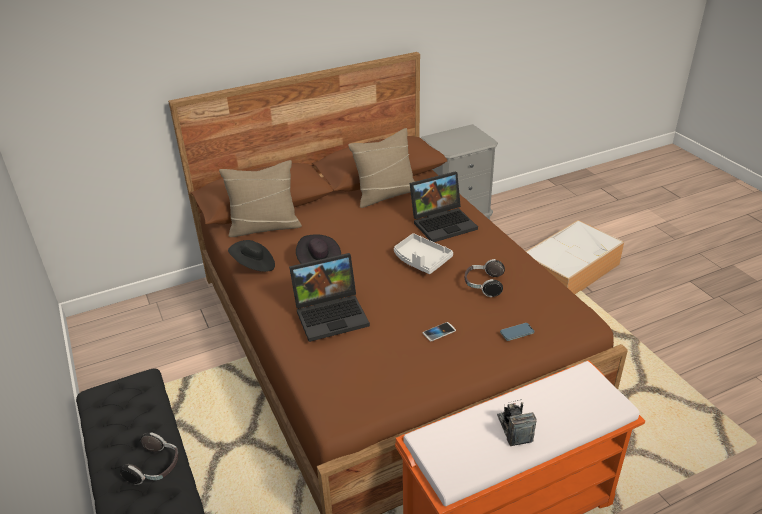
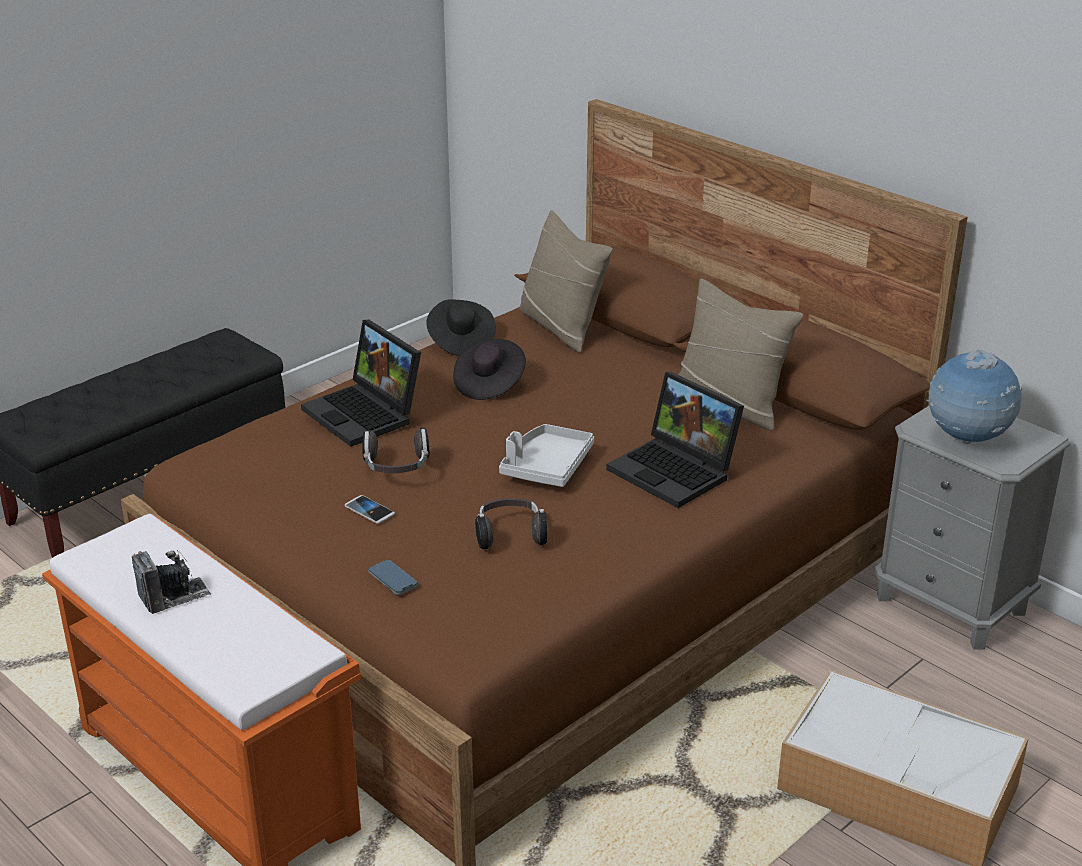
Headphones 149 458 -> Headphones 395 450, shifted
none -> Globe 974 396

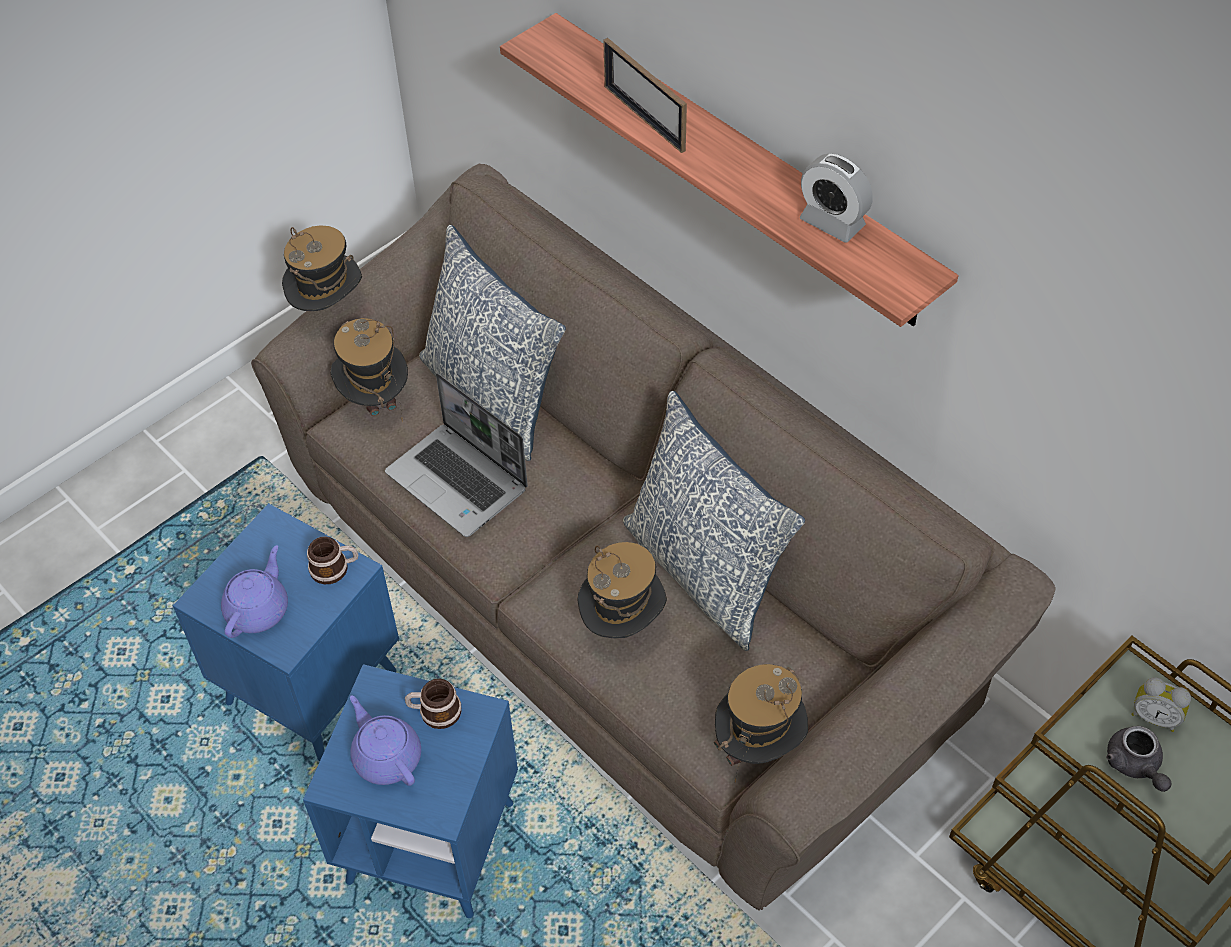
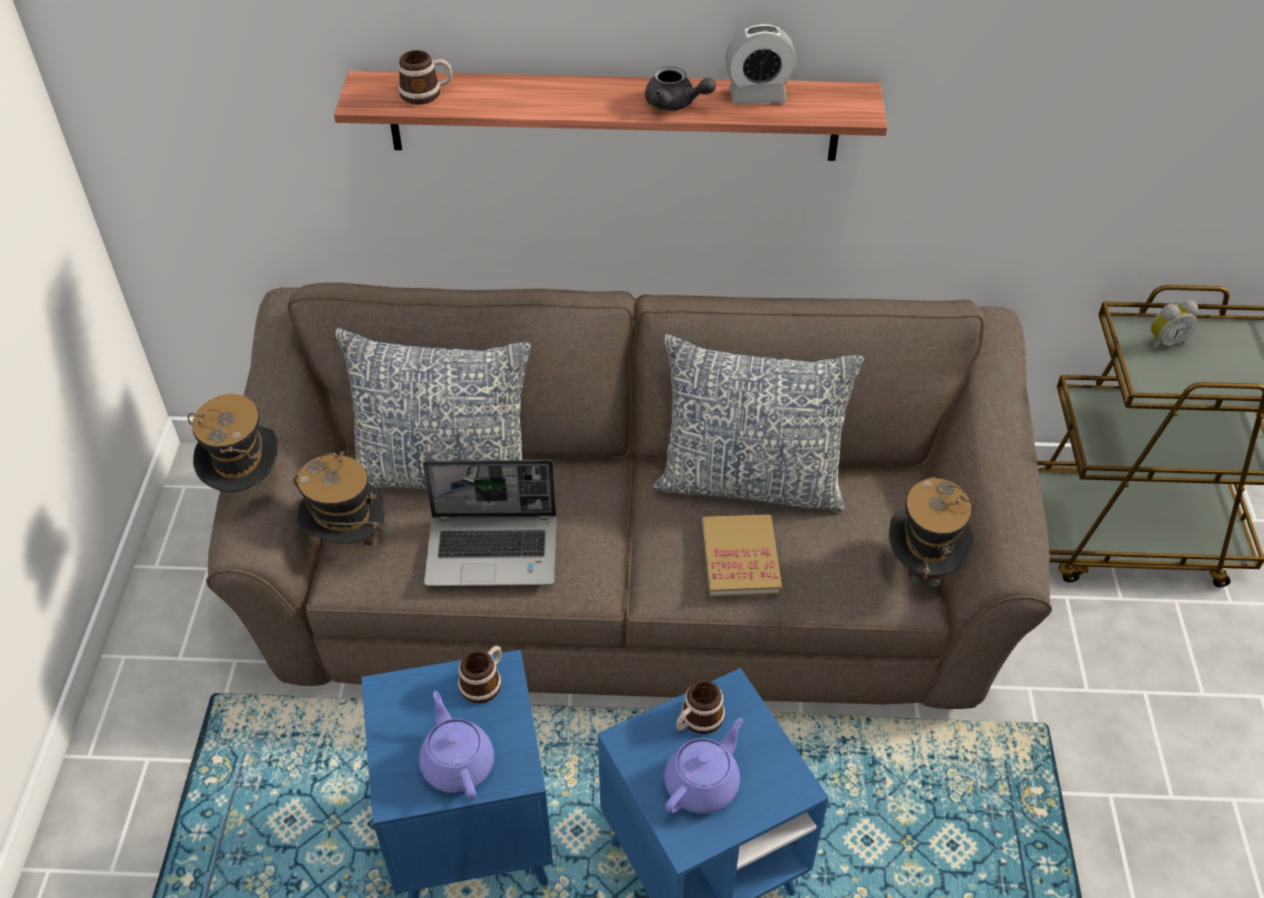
none -> CoffeeMug 425 77
GreyishTeaPot 1139 759 -> GreyishTeaPot 680 88, shifted
PurpleTeaPot 385 740 -> PurpleTeaPot 703 766, 120 degrees clockwise
WearableHat 622 590 -> Volume 742 555
StandingFrame 645 95 -> none

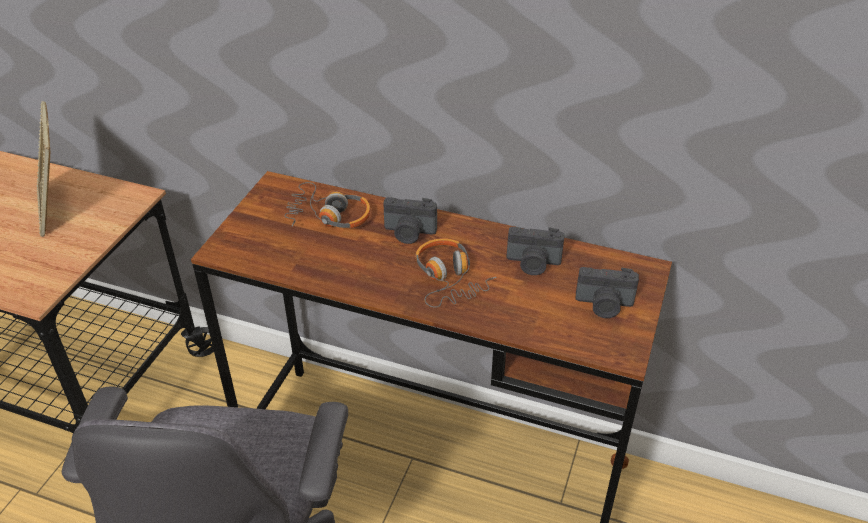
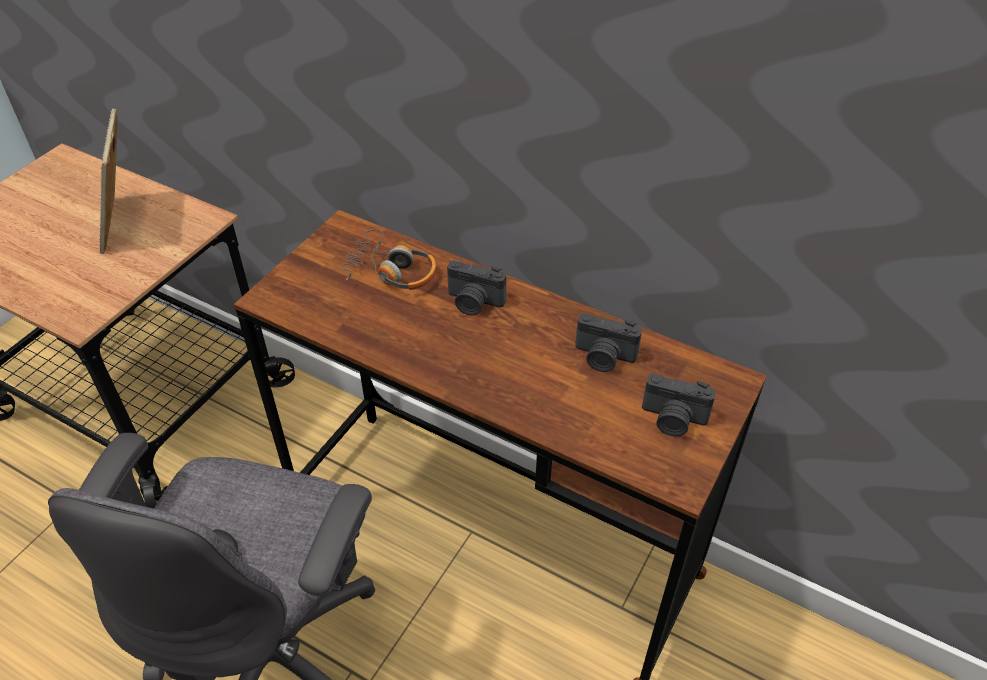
Headphones 456 273 -> none

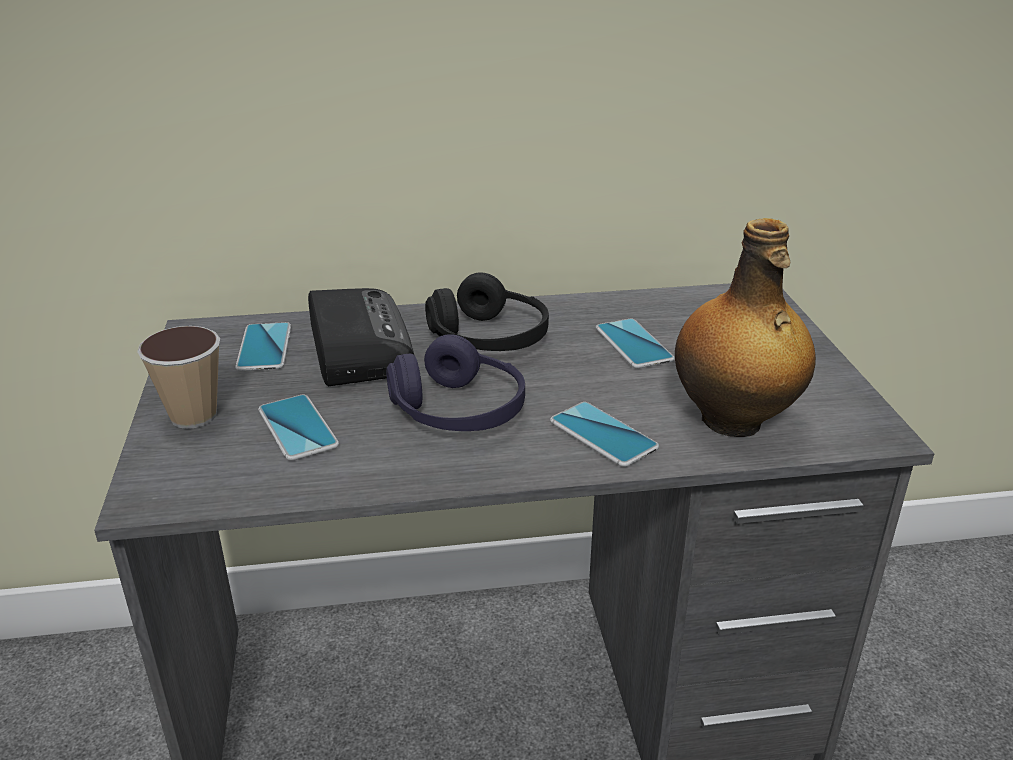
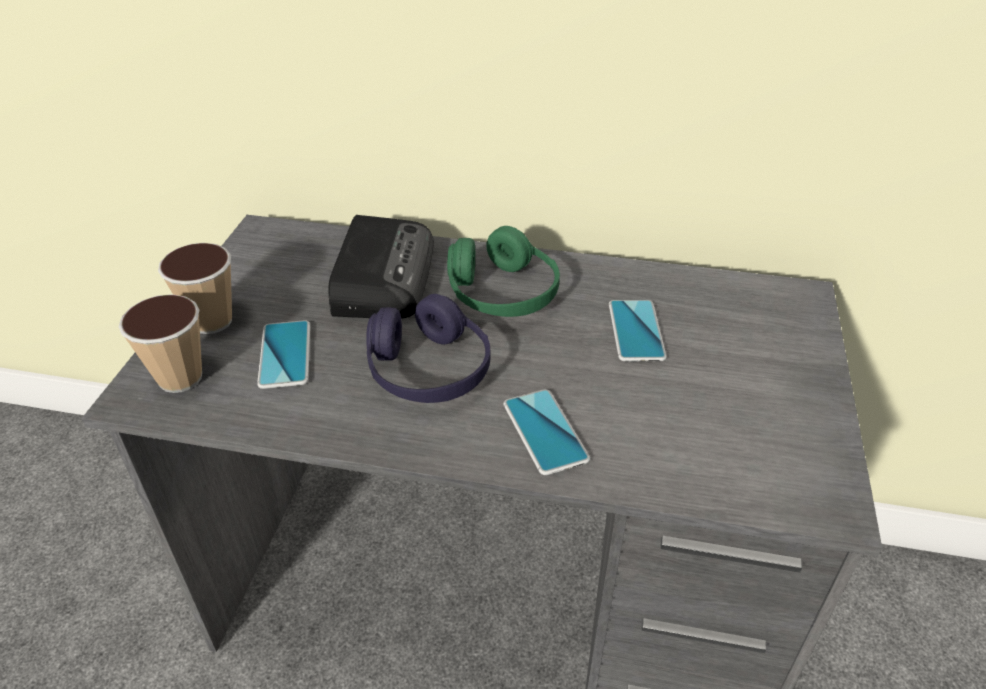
none -> Cup 160 343
BlackColouredHeadphones 487 311 -> GreenColouredHeadphones 503 271
Handset 263 346 -> none
Bottle 745 327 -> none

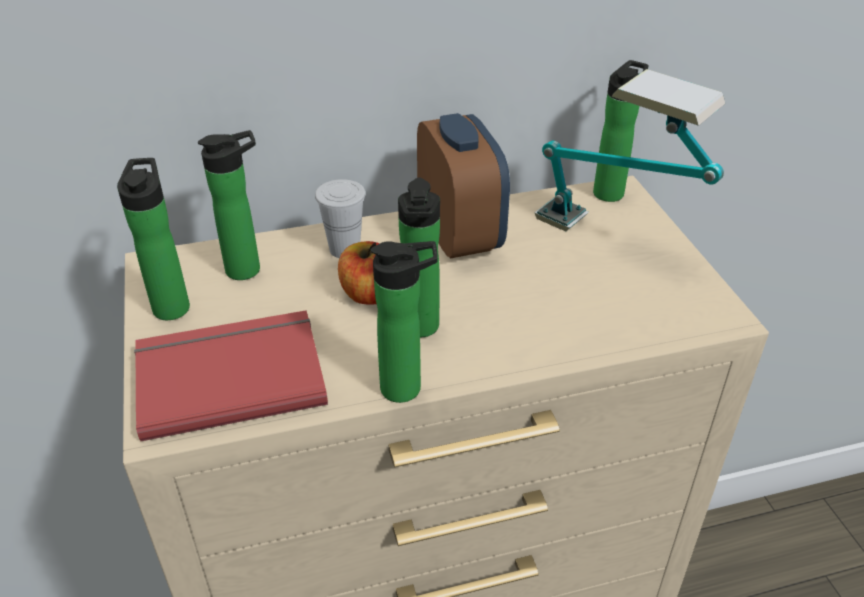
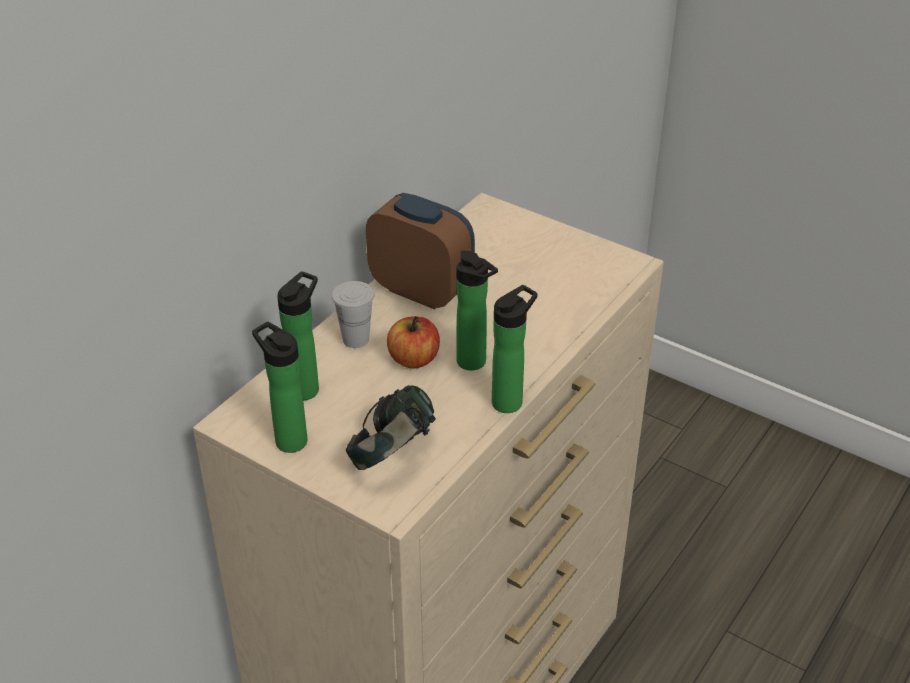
RedVolume 231 375 -> Headphones 391 427
TabletopLamp 630 150 -> none
Bottle 621 131 -> none

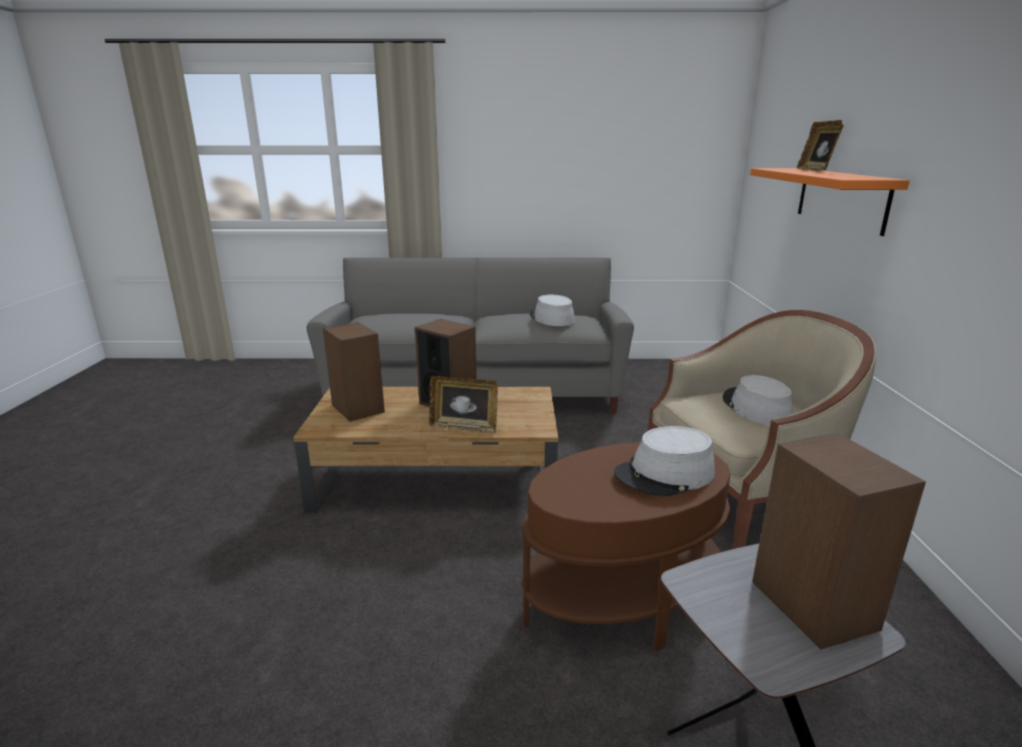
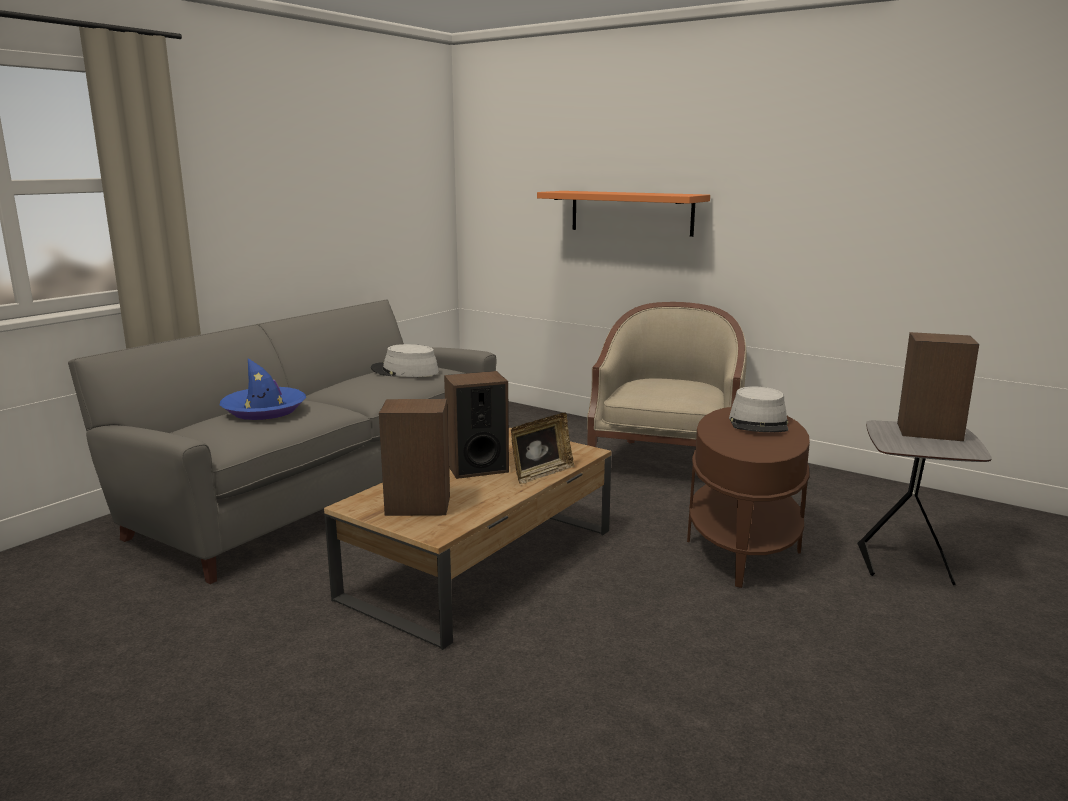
none -> BlueColouredWearableHat 263 389
GreyishWearableHat 757 400 -> none
StandingFrame 820 146 -> none

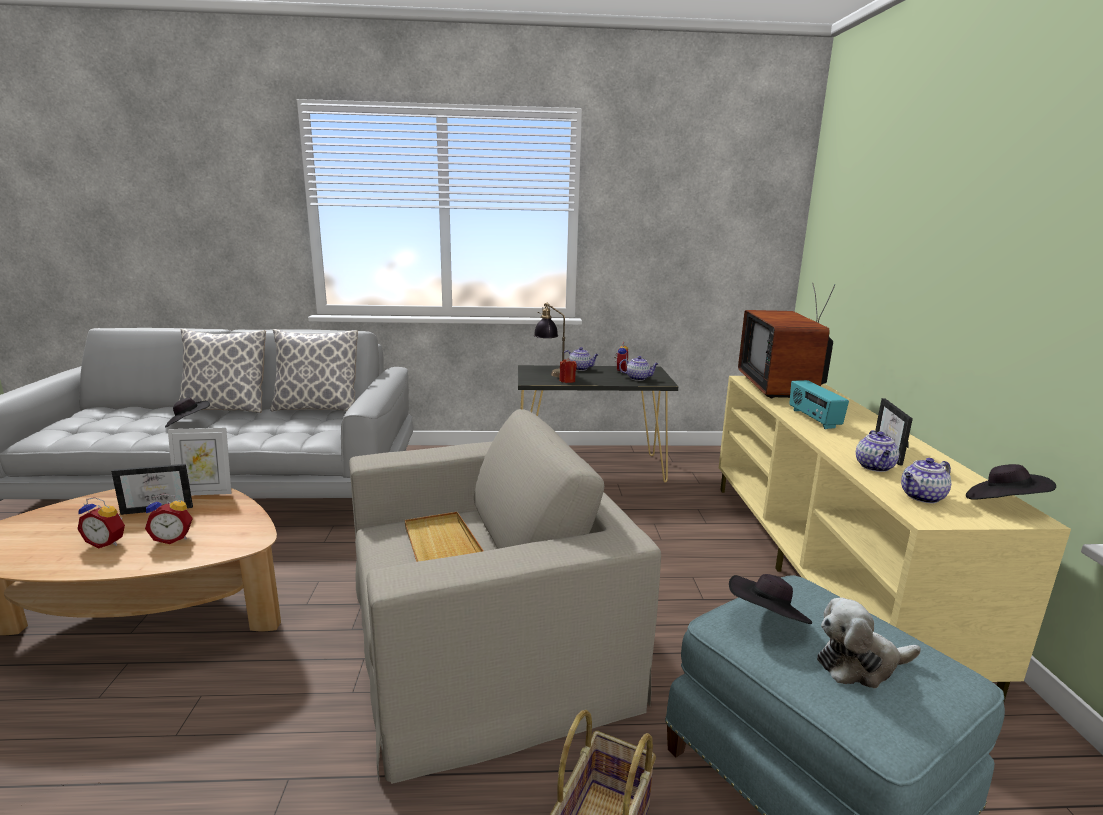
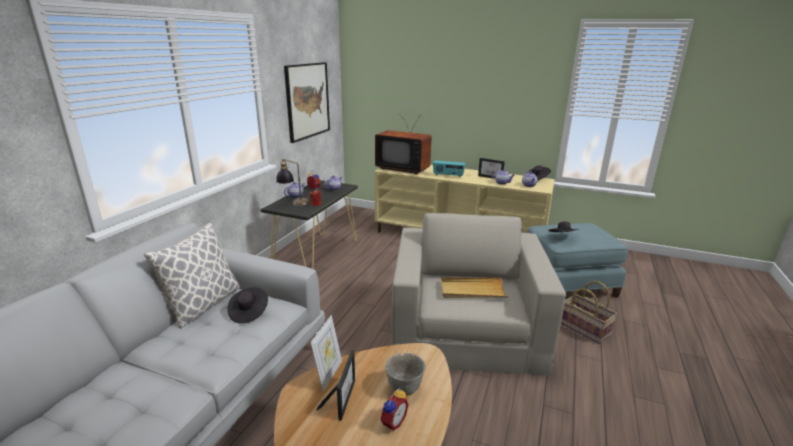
BlackColouredWearableHat 187 413 -> BlackColouredWearableHat 248 305, shifted
none -> WallArt 307 102
BedsideClock 169 519 -> GreyishServingBowl 405 374
Cushion 222 371 -> none
SoftToy 869 642 -> none

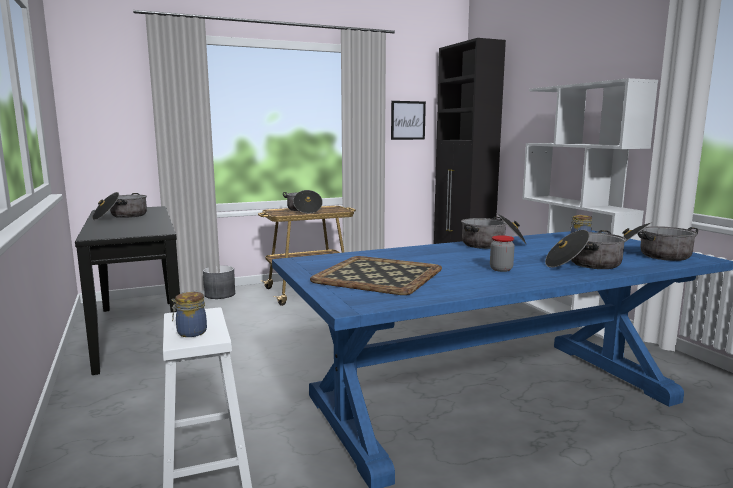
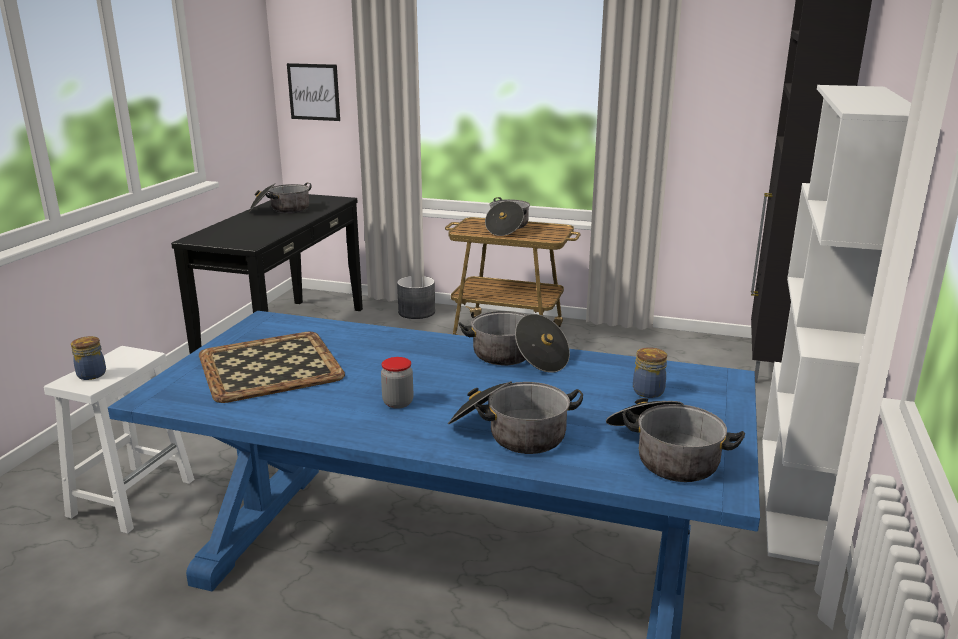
WallArt 408 120 -> WallArt 313 92, shifted

